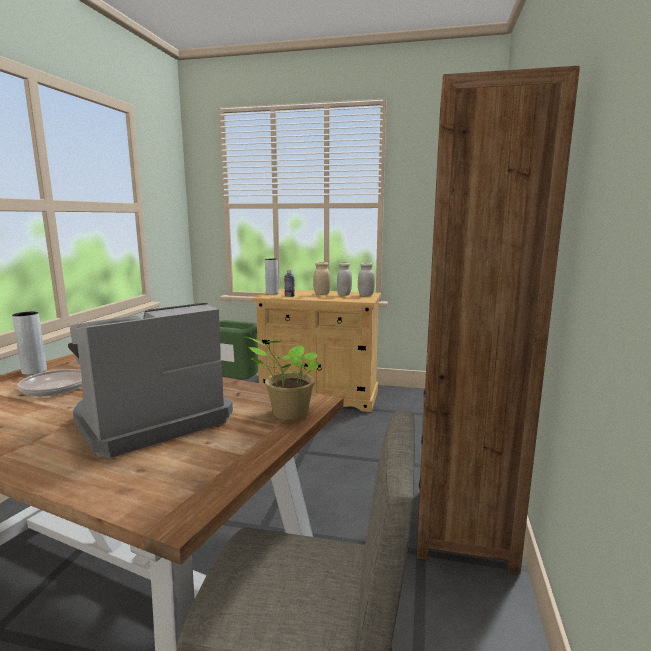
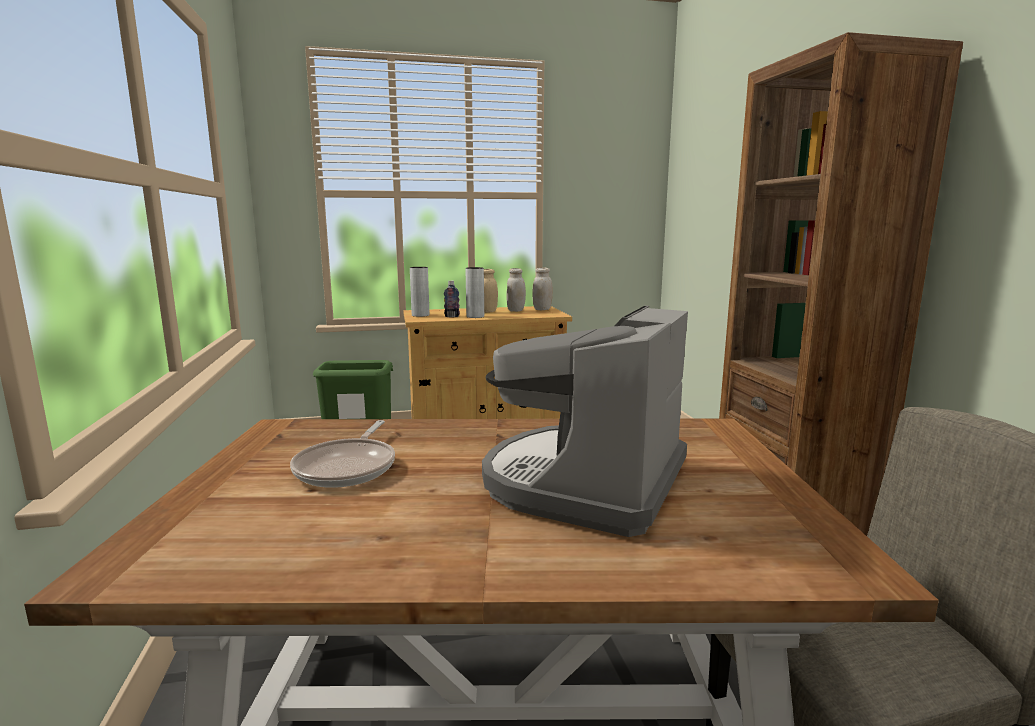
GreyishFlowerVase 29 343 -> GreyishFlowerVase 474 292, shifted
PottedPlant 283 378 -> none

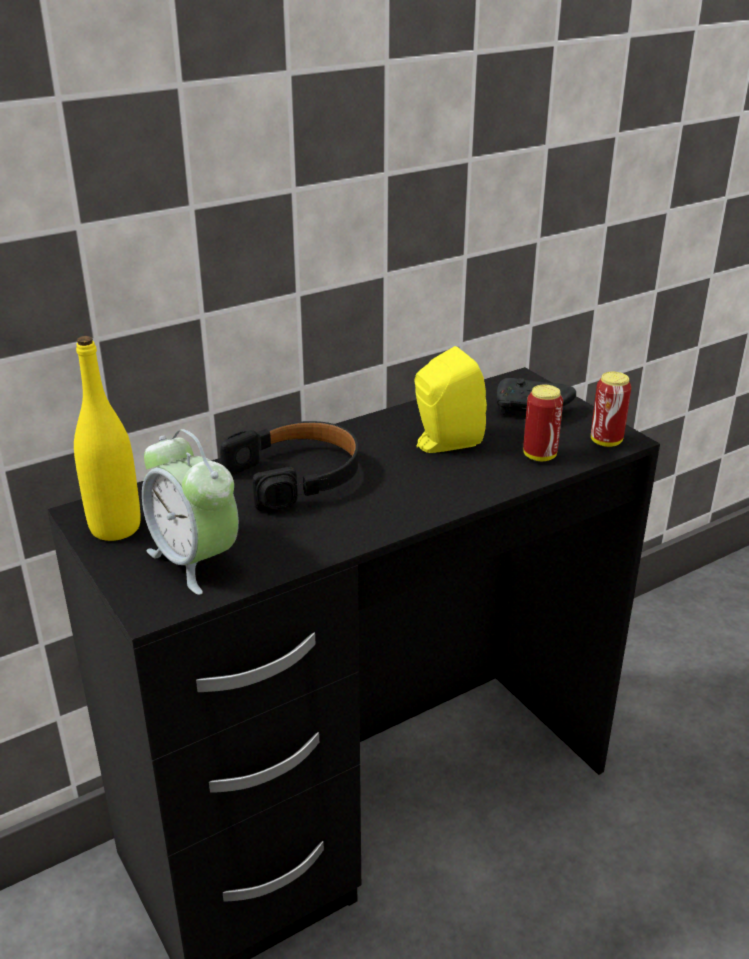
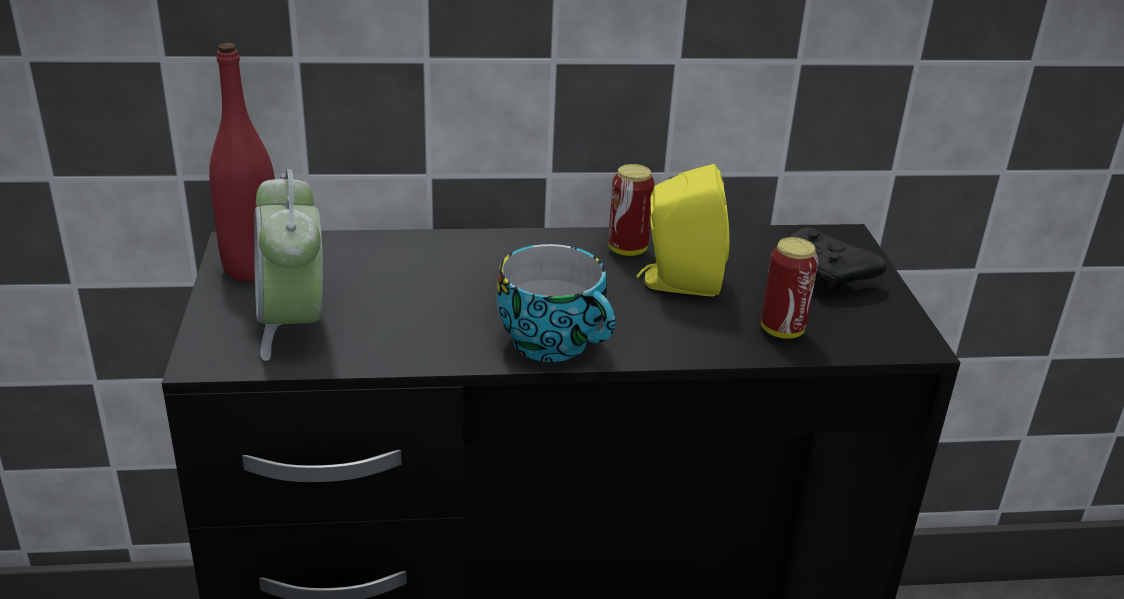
YellowishBottle 107 438 -> RedBottle 242 162
none -> Cup 555 303
MetalCan 611 409 -> MetalCan 631 210, shifted
BlackColouredHeadphones 289 466 -> none

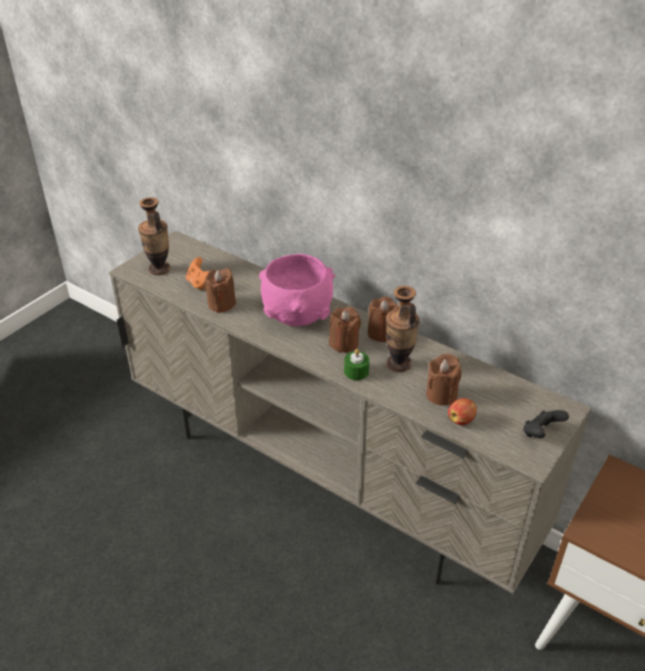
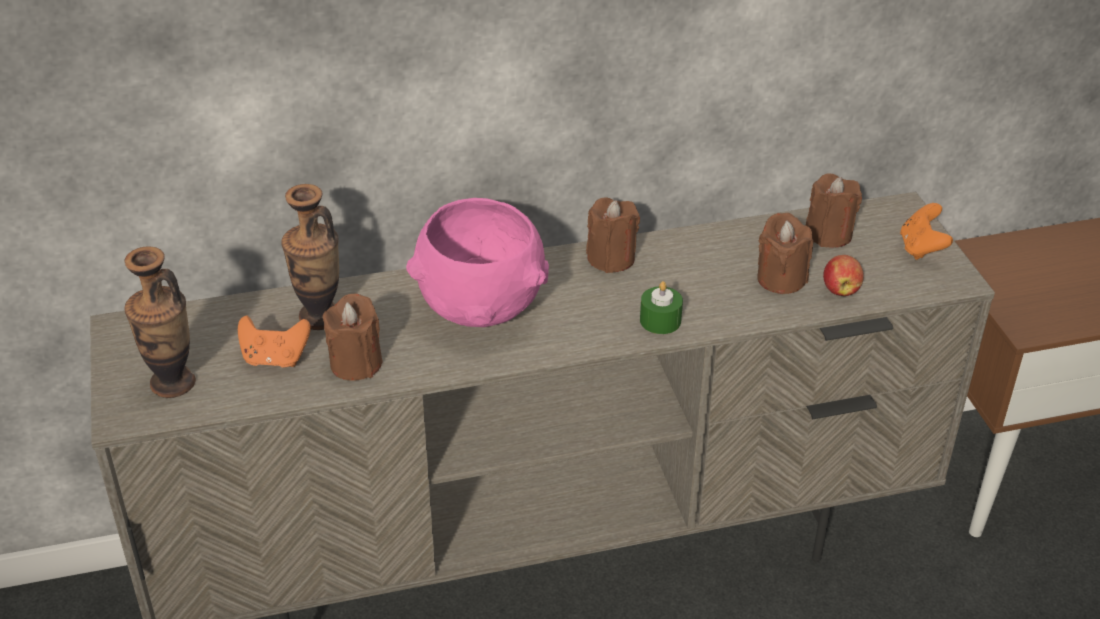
FlowerVase 403 329 -> FlowerVase 310 257, shifted
BrownWaxLight 345 330 -> BrownWaxLight 834 211, shifted
BlackColouredJoypad 546 424 -> OrangeColouredJoypad 926 231

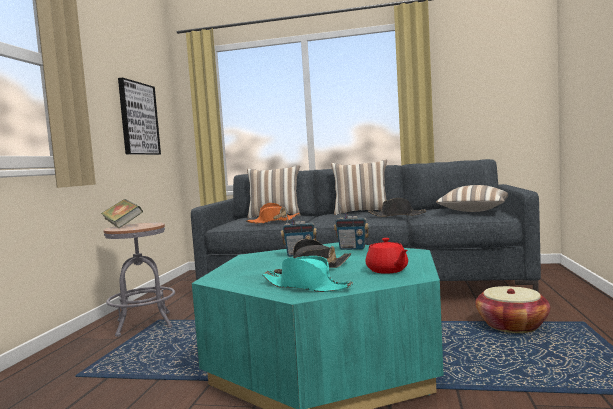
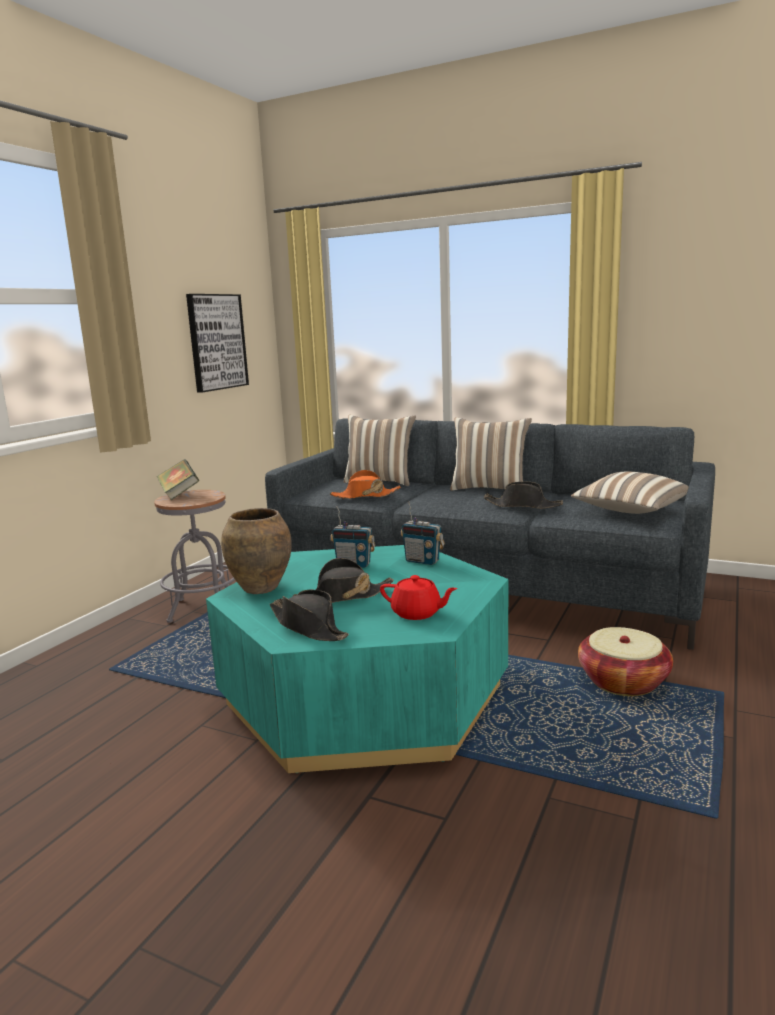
none -> BrownFlowerVase 256 551
TurquoiseColouredWearableHat 307 274 -> BlackColouredWearableHat 309 615
RedTeaPot 387 256 -> RedTeaPot 418 597, 60 degrees counterclockwise

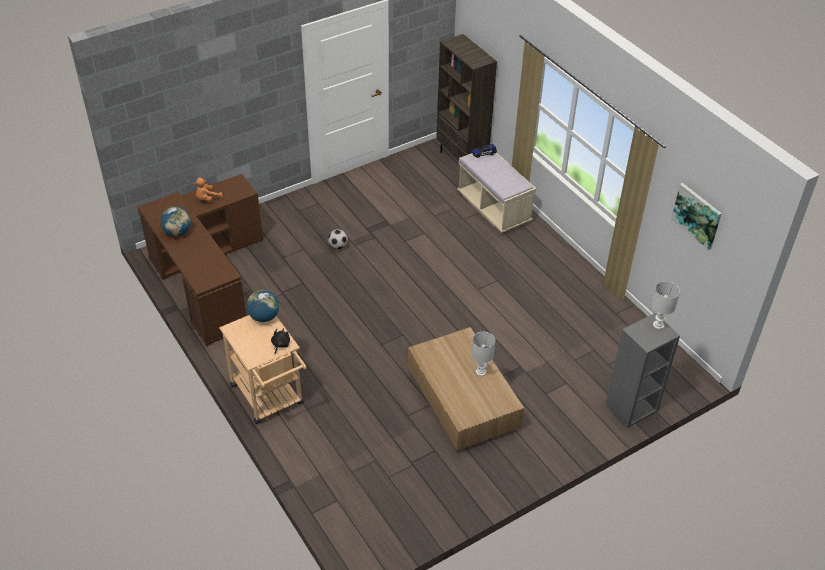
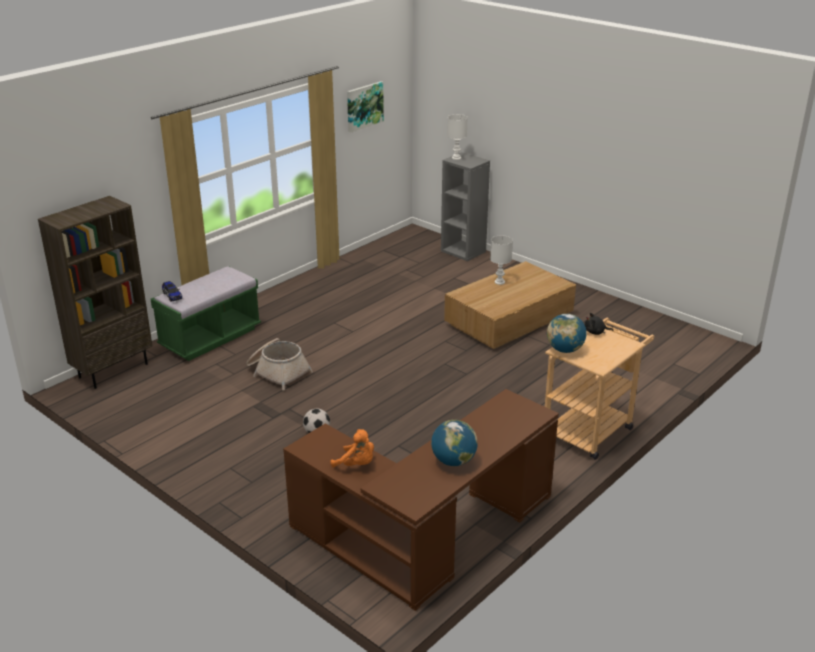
BeigeColouredLongSeat 496 193 -> GreenColouredLongSeat 206 313
none -> StorageBasket 279 364

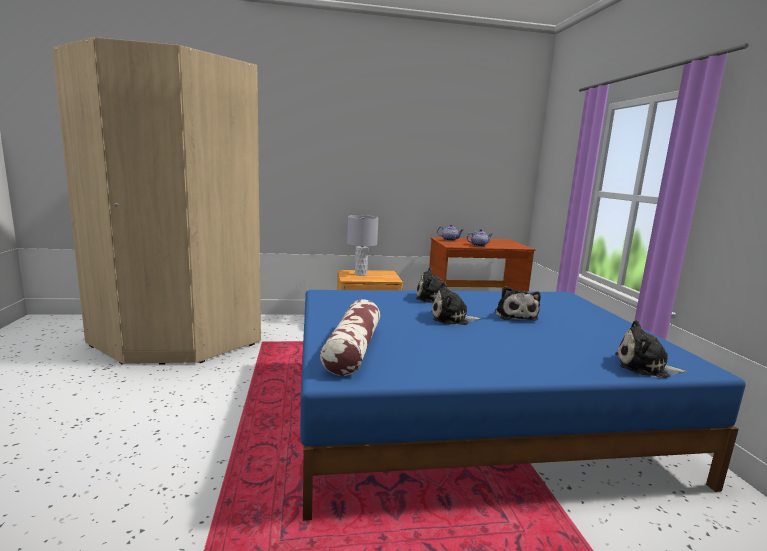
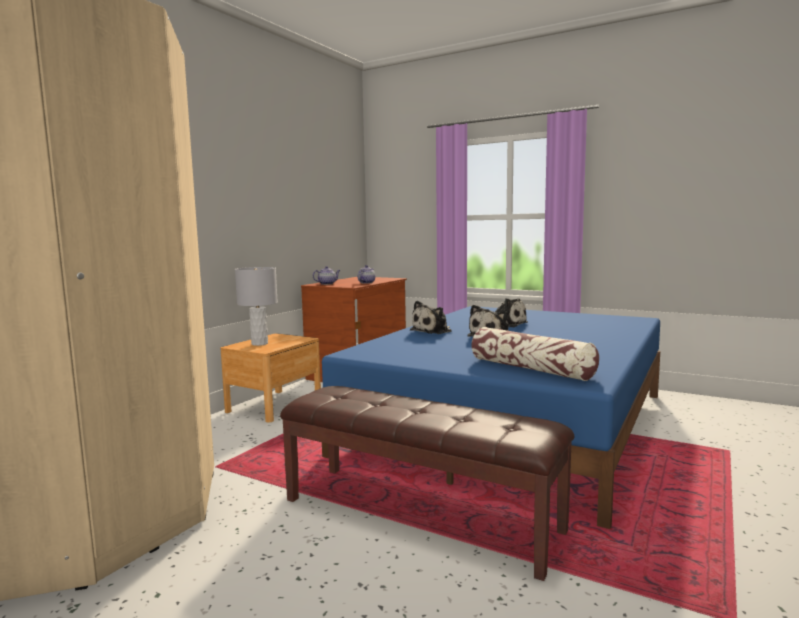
none -> BrownLongSeat 427 483
SoftToy 651 349 -> none

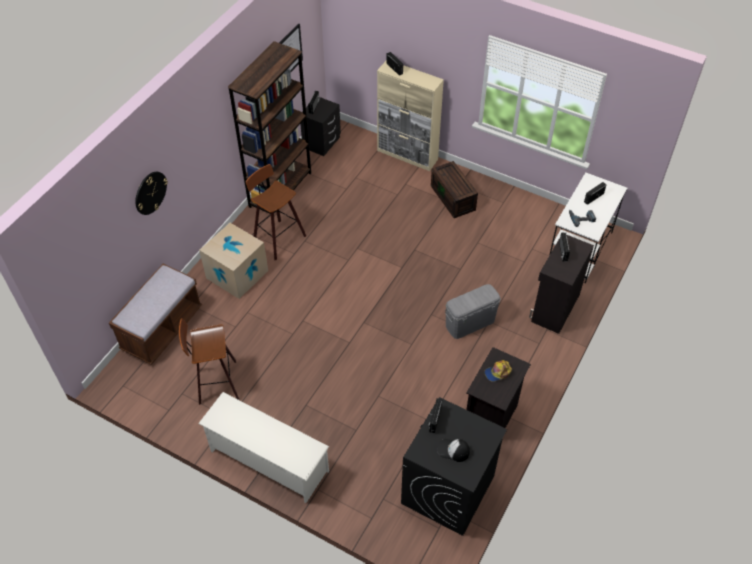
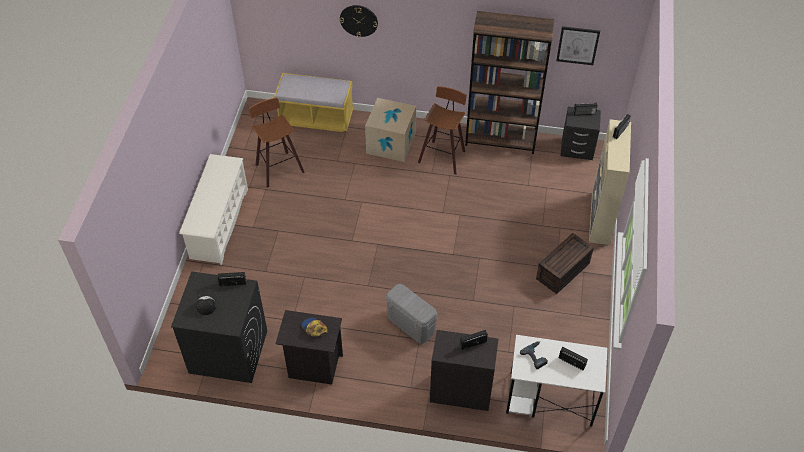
BrownLongSeat 155 314 -> YellowishLongSeat 314 102

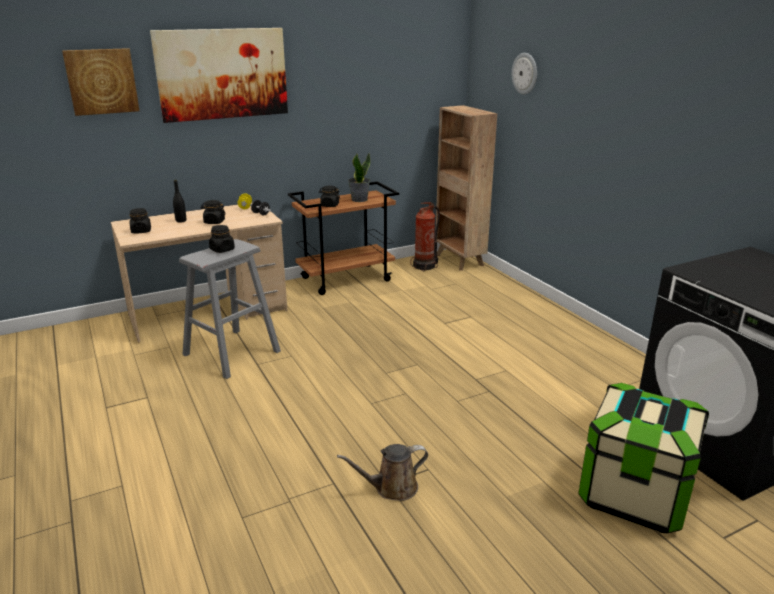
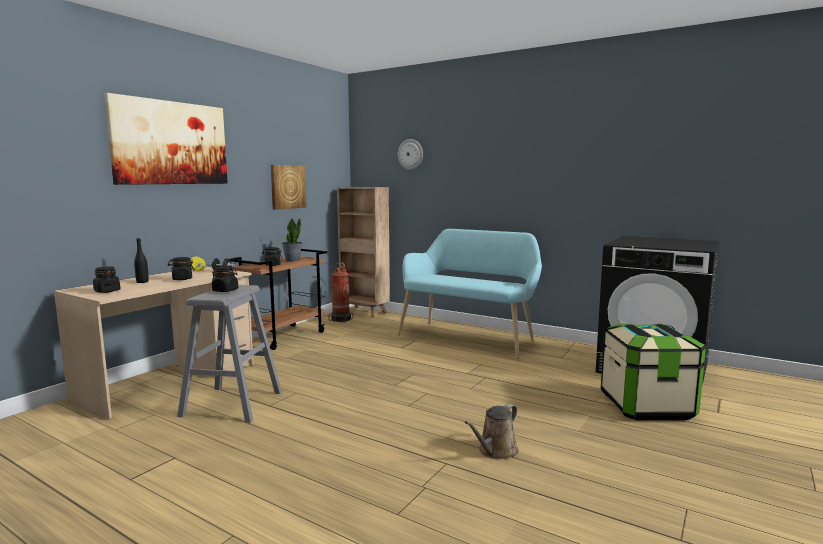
WallArt 101 82 -> WallArt 289 187, shifted
none -> TurquoiseColouredLongSeat 469 294

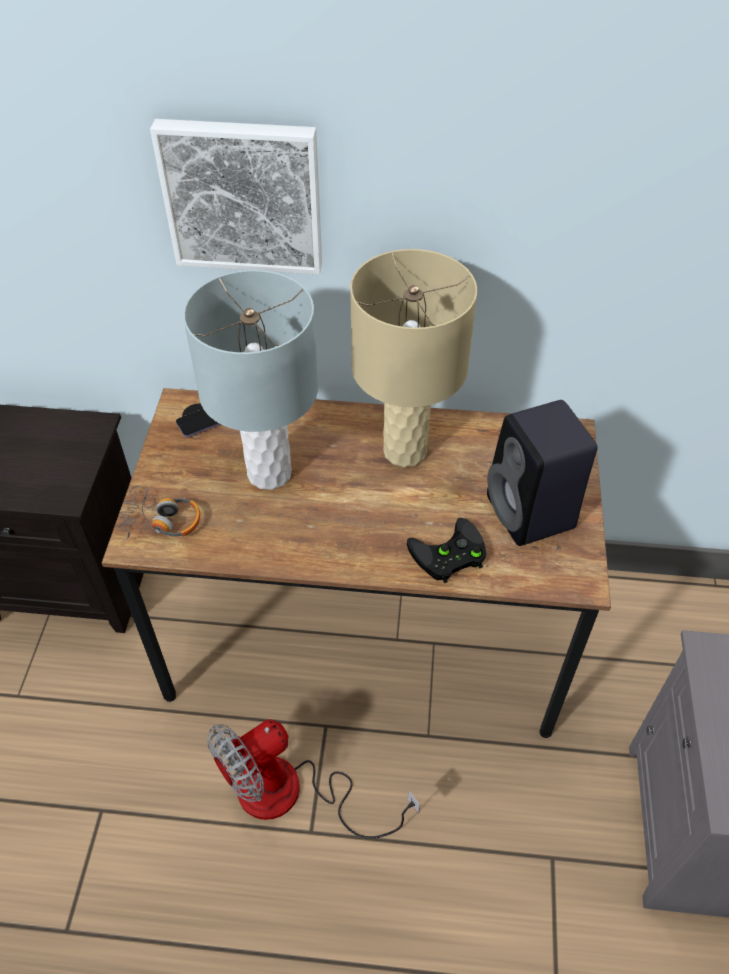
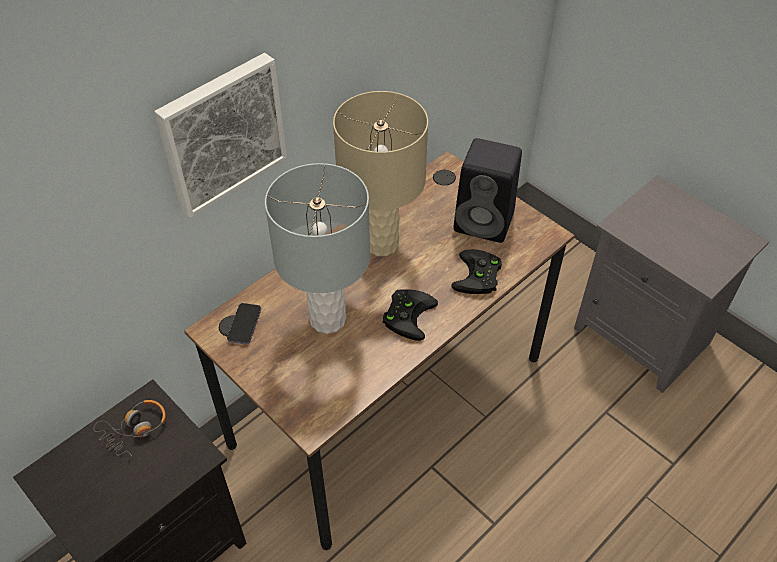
Headphones 159 513 -> Headphones 130 428, shifted
none -> BlackColouredJoypad 410 315
CoolingFan 313 779 -> none

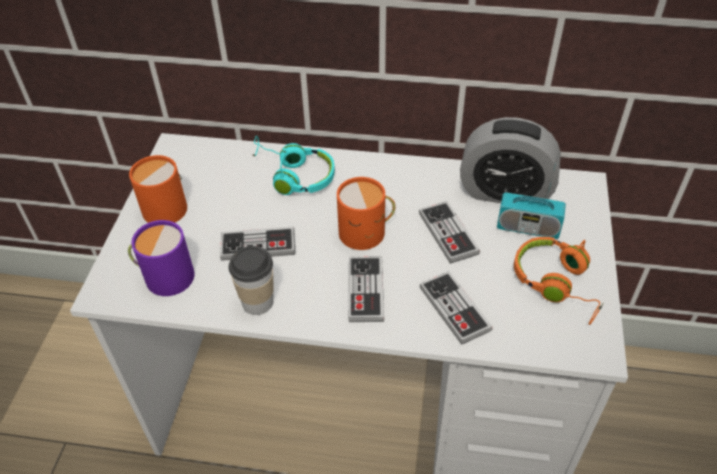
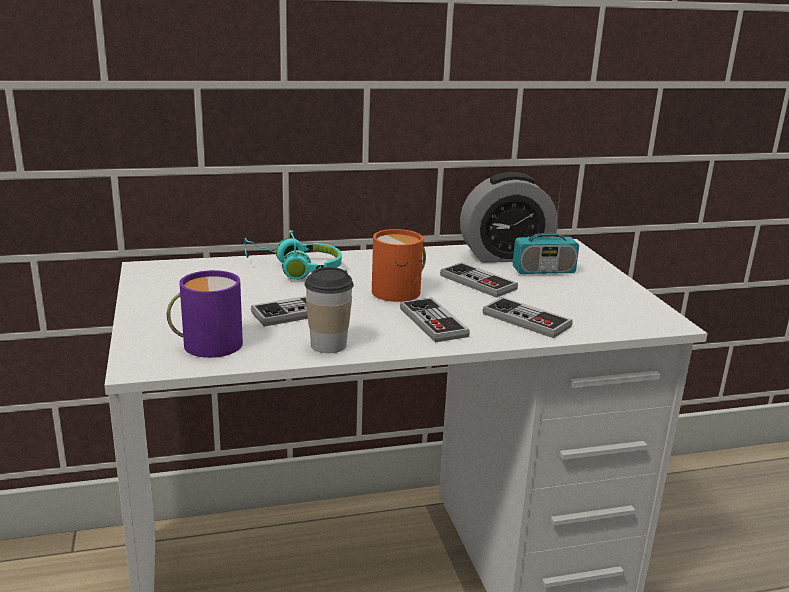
OrangeColouredCoffeeMug 158 189 -> none
OrangeColouredHeadphones 559 281 -> none

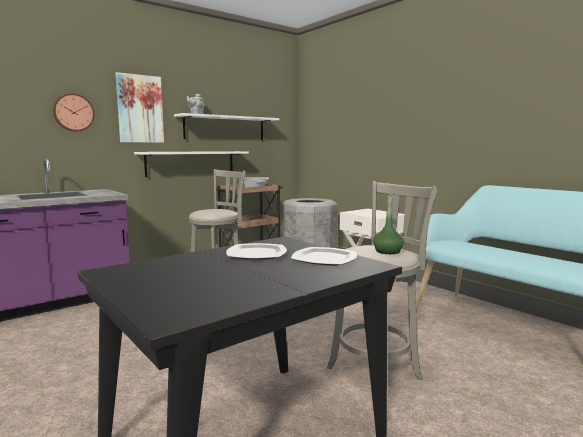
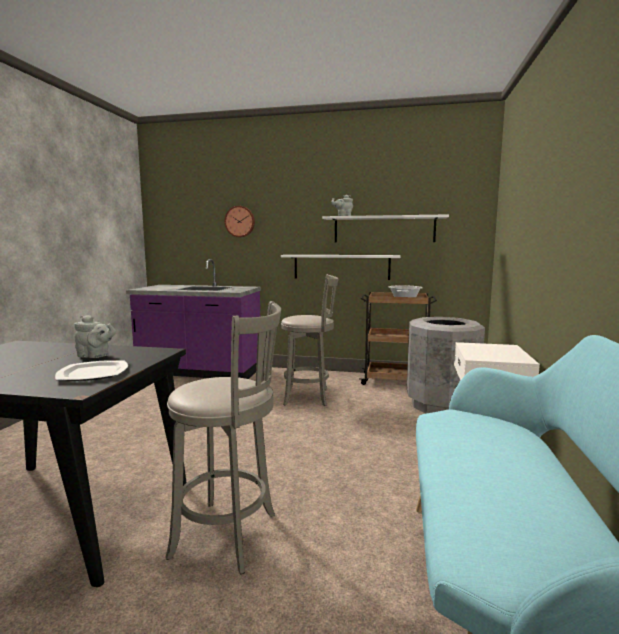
DinnerPlate 256 251 -> GreyishTeaPot 95 336
WallArt 139 107 -> none
GreenColouredBottle 388 224 -> none

